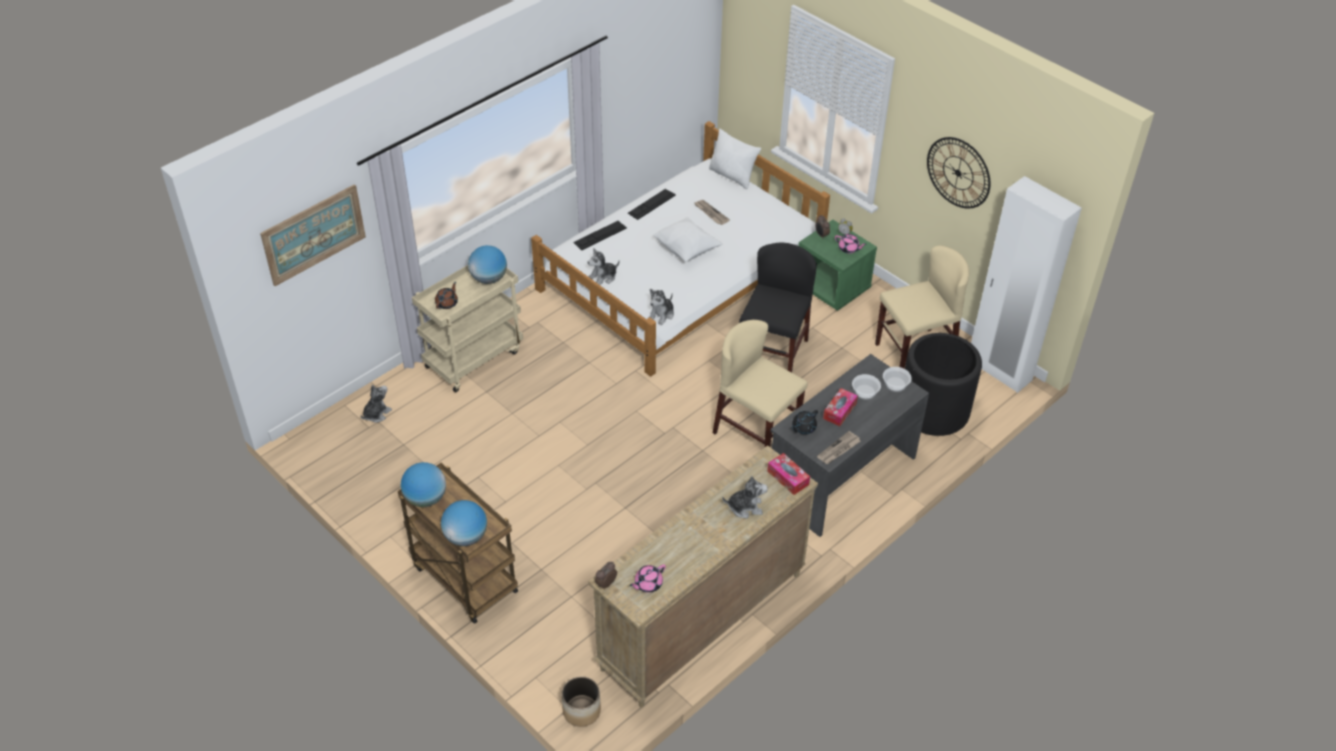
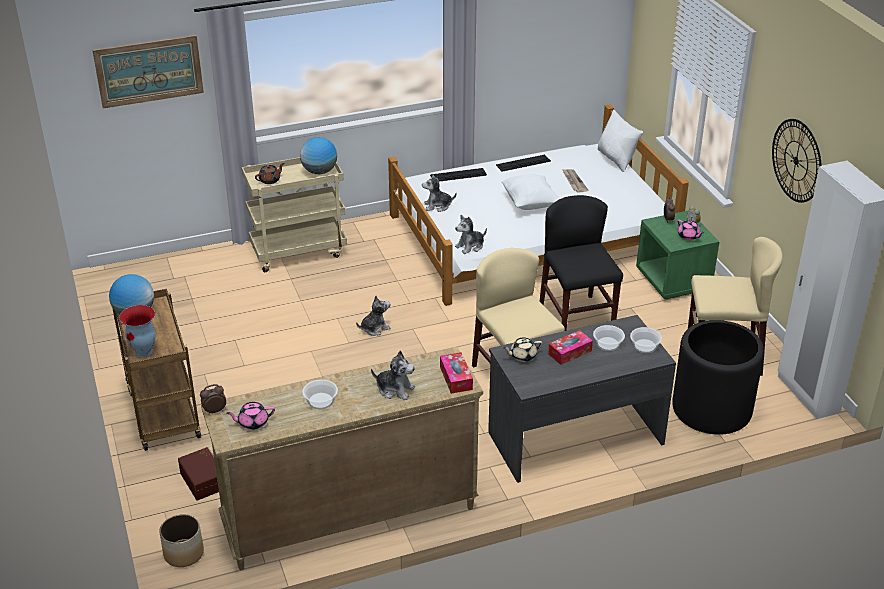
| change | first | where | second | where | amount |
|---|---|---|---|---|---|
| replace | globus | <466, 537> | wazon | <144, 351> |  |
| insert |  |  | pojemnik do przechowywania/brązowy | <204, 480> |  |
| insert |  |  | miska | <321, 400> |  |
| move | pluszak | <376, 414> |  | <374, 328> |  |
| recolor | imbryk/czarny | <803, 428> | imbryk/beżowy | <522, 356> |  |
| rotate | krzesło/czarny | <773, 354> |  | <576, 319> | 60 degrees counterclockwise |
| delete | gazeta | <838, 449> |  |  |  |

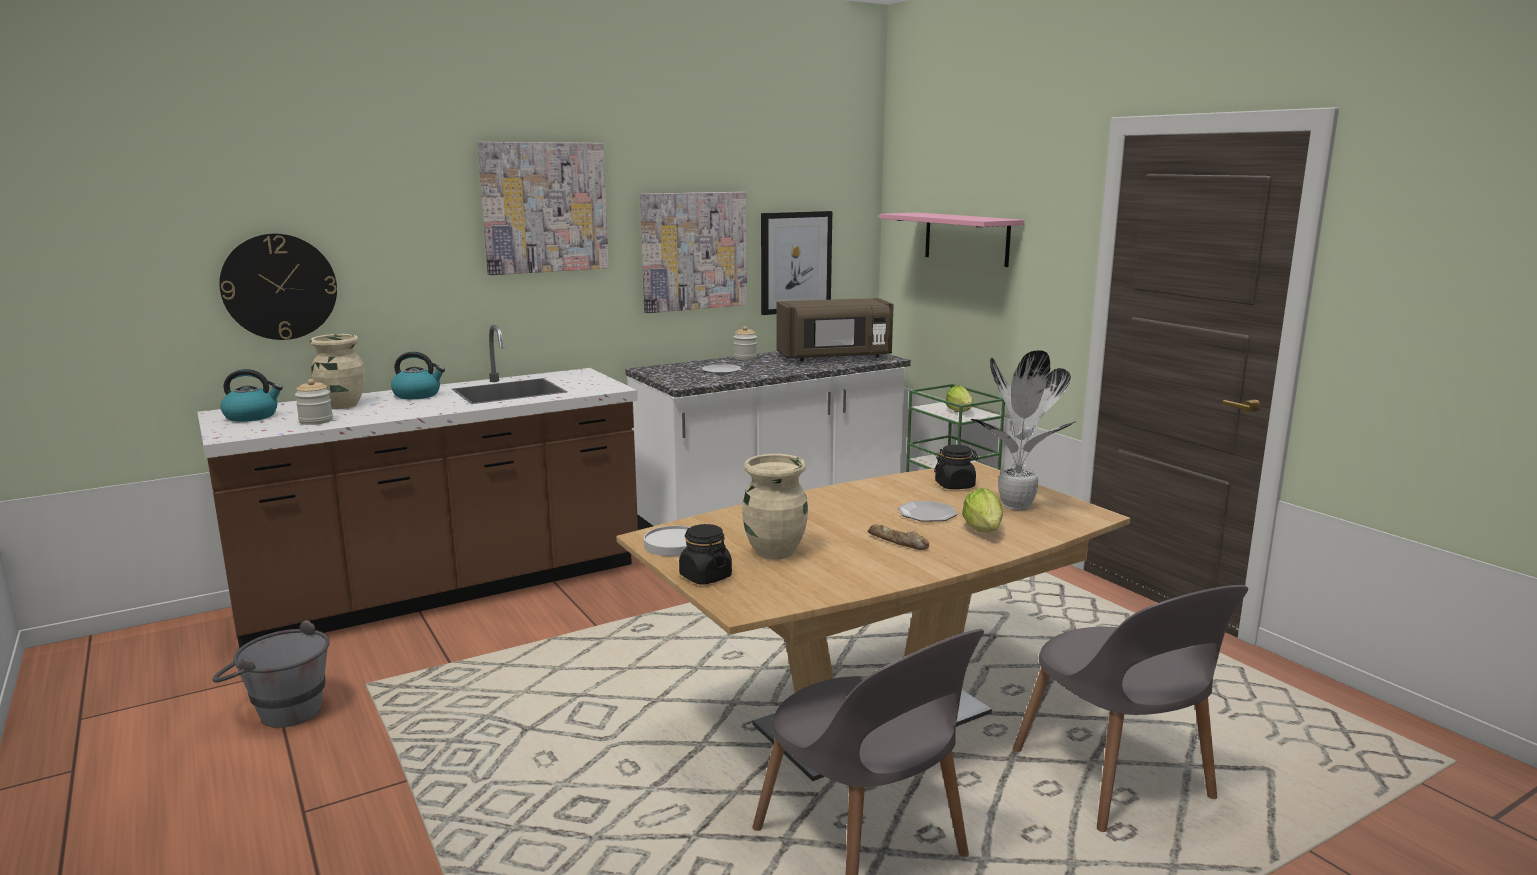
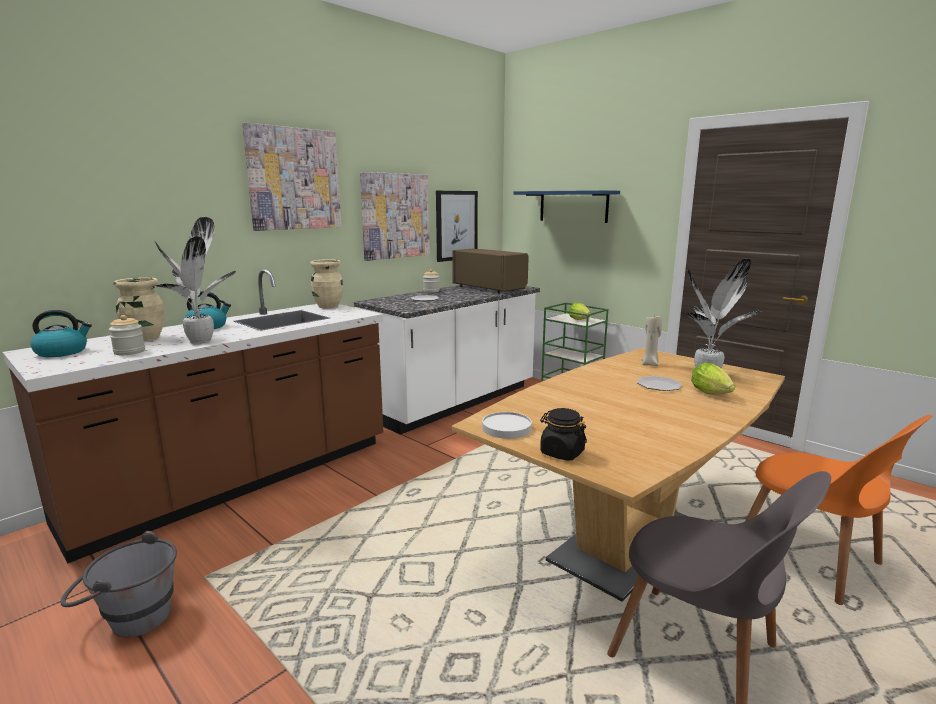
| change | first | where | second | where | amount |
|---|---|---|---|---|---|
| insert |  |  | roślina doniczkowa | <202, 340> |  |
| move | wazon/beżowy | <775, 551> |  | <328, 306> |  |
| rotate | mikrofalówka/brązowy | <835, 357> |  | <490, 288> | 105 degrees counterclockwise |
| recolor | półka/różowy | <966, 238> | półka/niebieski | <573, 206> |  |
| replace | słoik/czarny | <955, 485> | świeca/beżowy | <650, 364> |  |
| recolor | krzesło/szary | <1115, 779> | krzesło/pomarańczowy | <812, 560> |  |
| delete | zegar ścienny | <279, 287> |  |  |  |
| delete | chleb | <898, 542> |  |  |  |

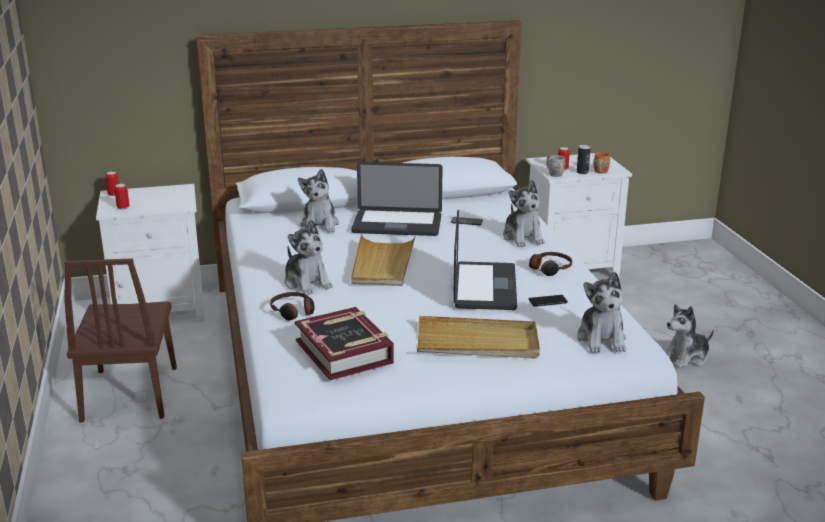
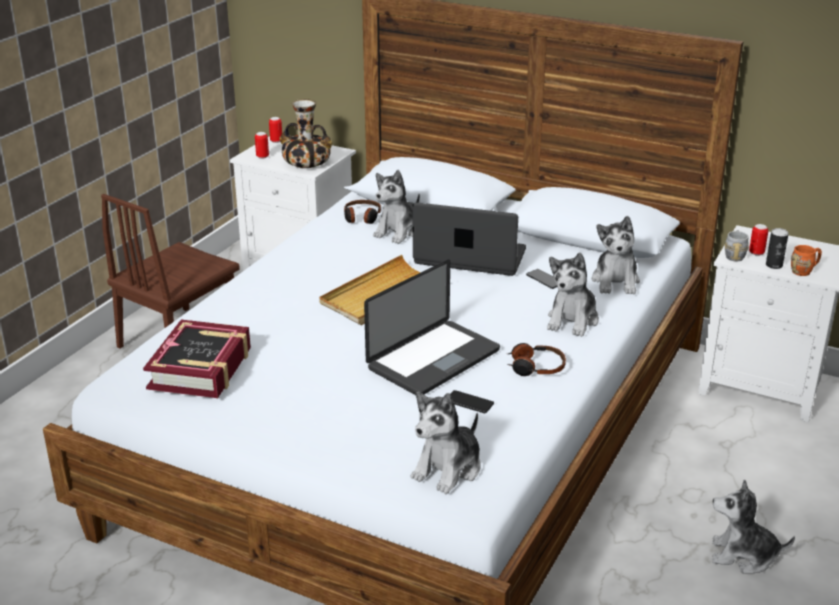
| change | first | where | second | where | amount |
|---|---|---|---|---|---|
| insert |  |  | wazon | <306, 163> |  |
| move | słuchawki | <293, 312> |  | <362, 218> |  |
| rotate | laptop | <397, 224> |  | <470, 257> | 150 degrees clockwise |
| move | pluszak | <307, 283> |  | <616, 281> |  |
| delete | taca/beżowy | <477, 343> |  |  |  |

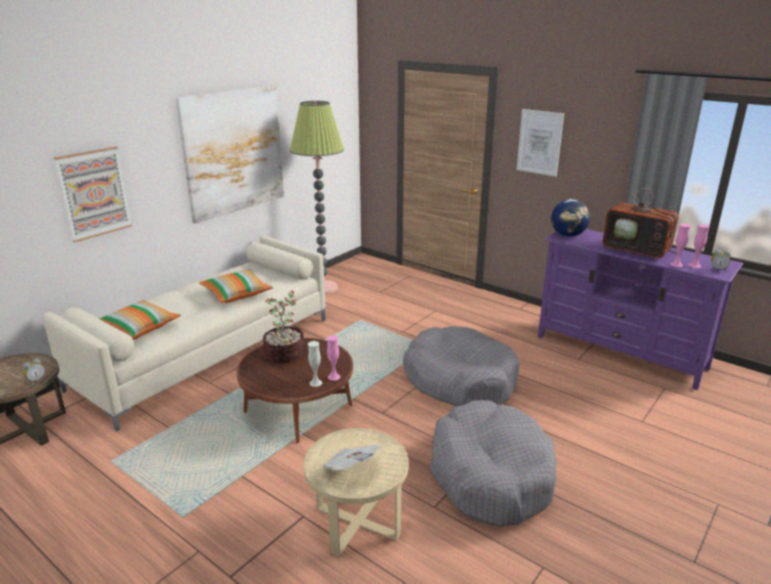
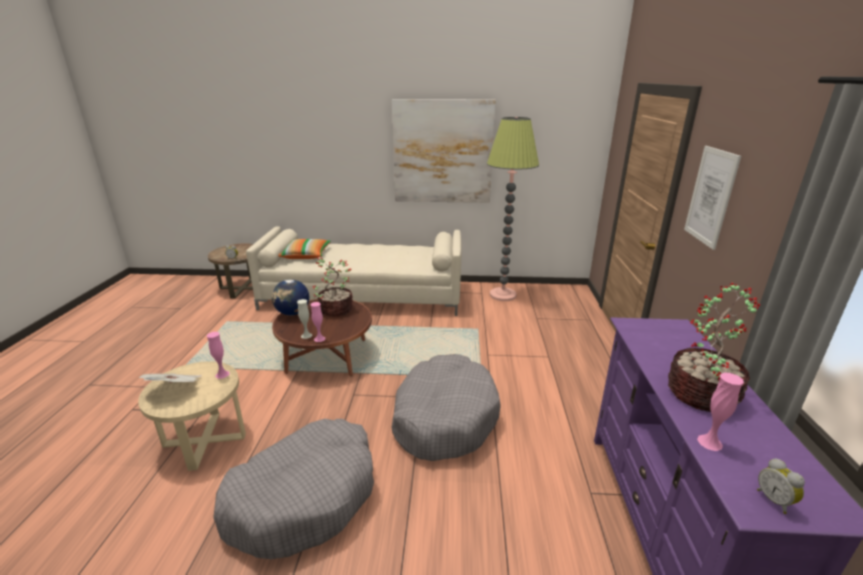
| change | first | where | second | where | amount |
|---|---|---|---|---|---|
| move | wazon/różowy | <694, 265> |  | <222, 374> |  |
| move | globus | <568, 235> |  | <292, 313> |  |
| replace | telewizor | <638, 250> | roślina doniczkowa | <701, 393> |  |
| delete | obraz | <94, 193> |  |  |  |
| delete | poduszka | <237, 294> |  |  |  |

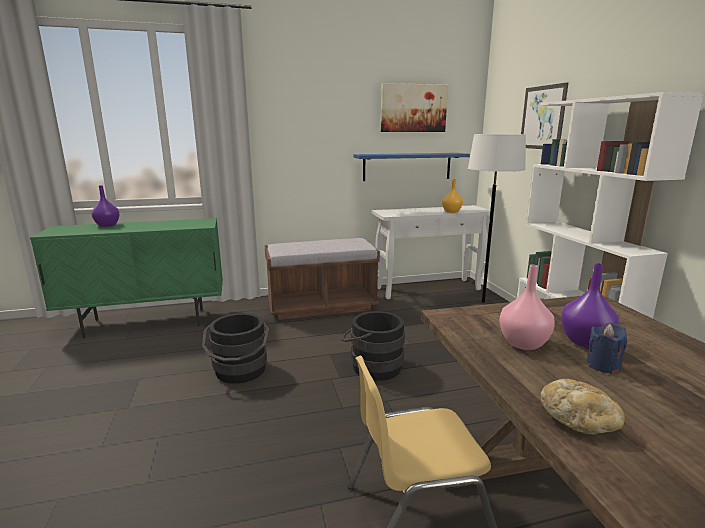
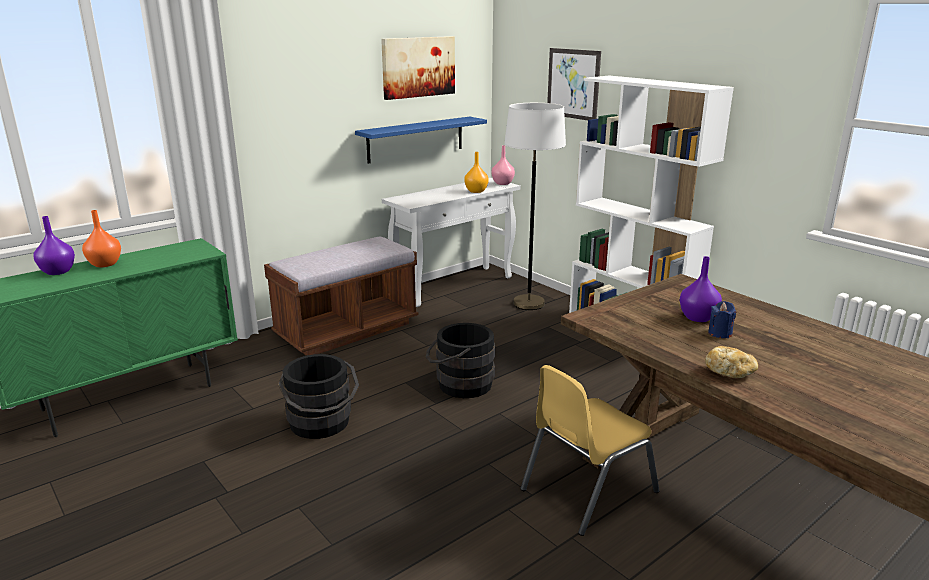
| change | first | where | second | where | amount |
|---|---|---|---|---|---|
| insert |  |  | wazon/pomarańczowy | <105, 264> |  |
| move | wazon/różowy | <523, 343> |  | <502, 183> |  |

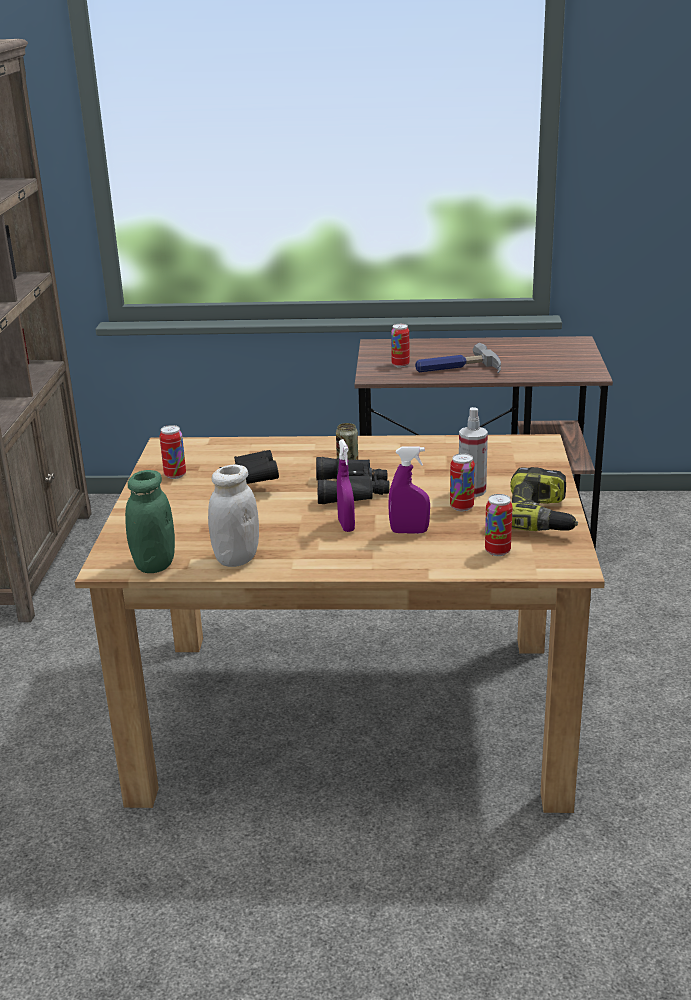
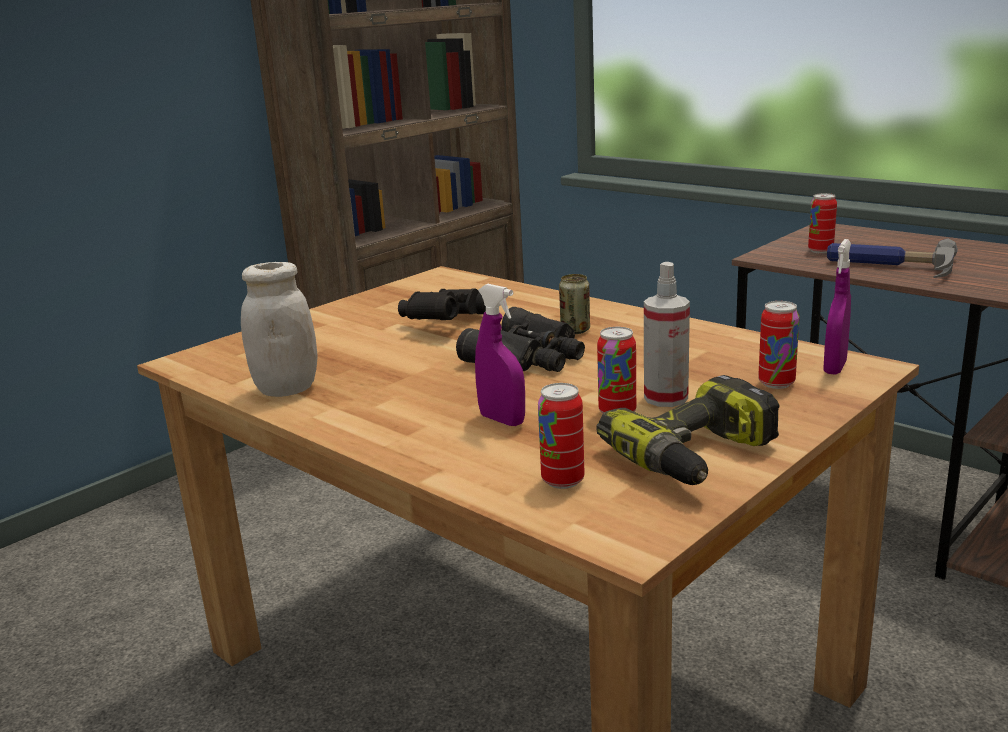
| change | first | where | second | where | amount |
|---|---|---|---|---|---|
| move | puszka | <175, 475> |  | <776, 383> |  |
| move | spryskiwacz/fioletowy | <346, 525> |  | <835, 368> |  |
| delete | słoik/zielony | <154, 564> |  |  |  |

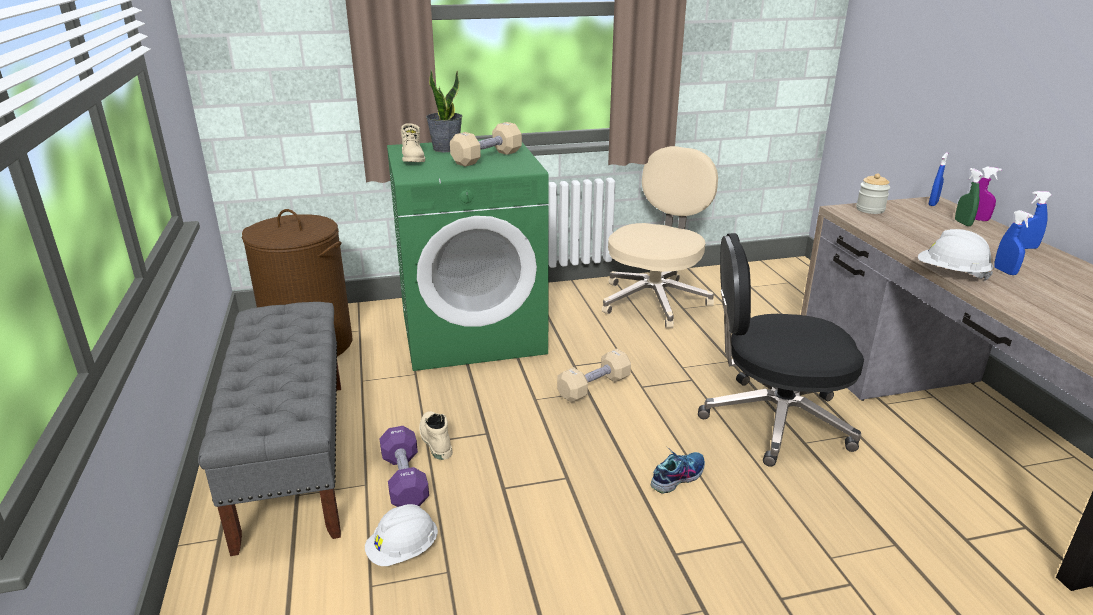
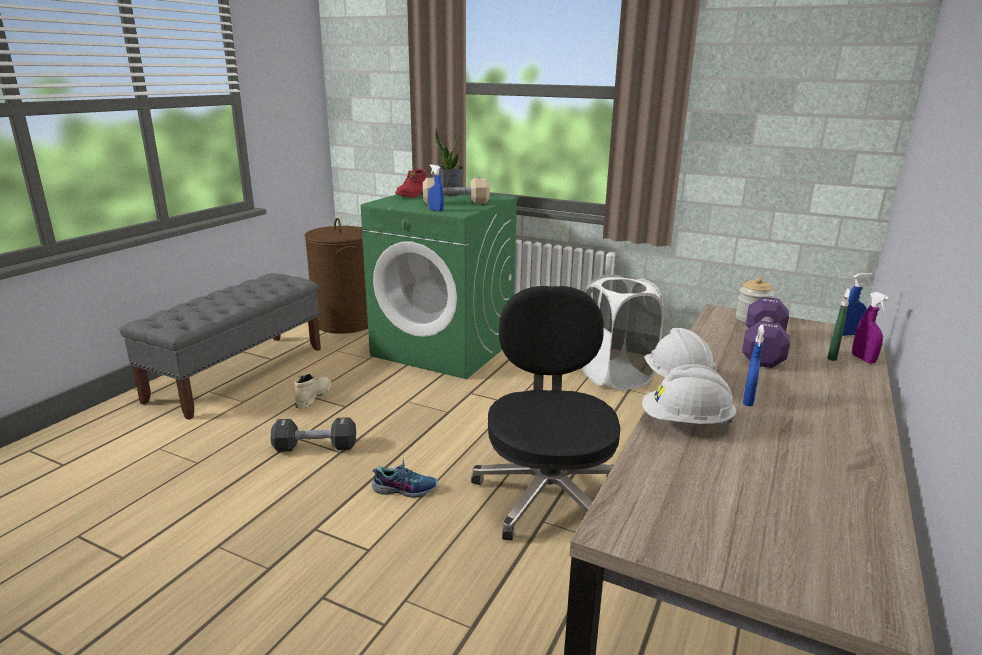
| change | first | where | second | where | amount |
|---|---|---|---|---|---|
| insert |  |  | hantel/czarny | <315, 447> |  |
| recolor | but z cholewką/beżowy | <413, 159> | but z cholewką/czerwony | <412, 195> |  |
| move | spryskiwacz/niebieski | <1025, 248> |  | <436, 210> |  |
| rotate | krzesło biurowe/czarny | <773, 420> |  | <548, 494> | 45 degrees clockwise |
| replace | krzesło biurowe/beżowy | <655, 300> | kosz na pranie/biały | <615, 376> |  |
| move | kask/biały | <403, 551> |  | <686, 423> |  |
| move | hantel/fioletowy | <404, 480> |  | <763, 348> |  |
| delete | hantel/beżowy | <594, 387> |  |  |  |

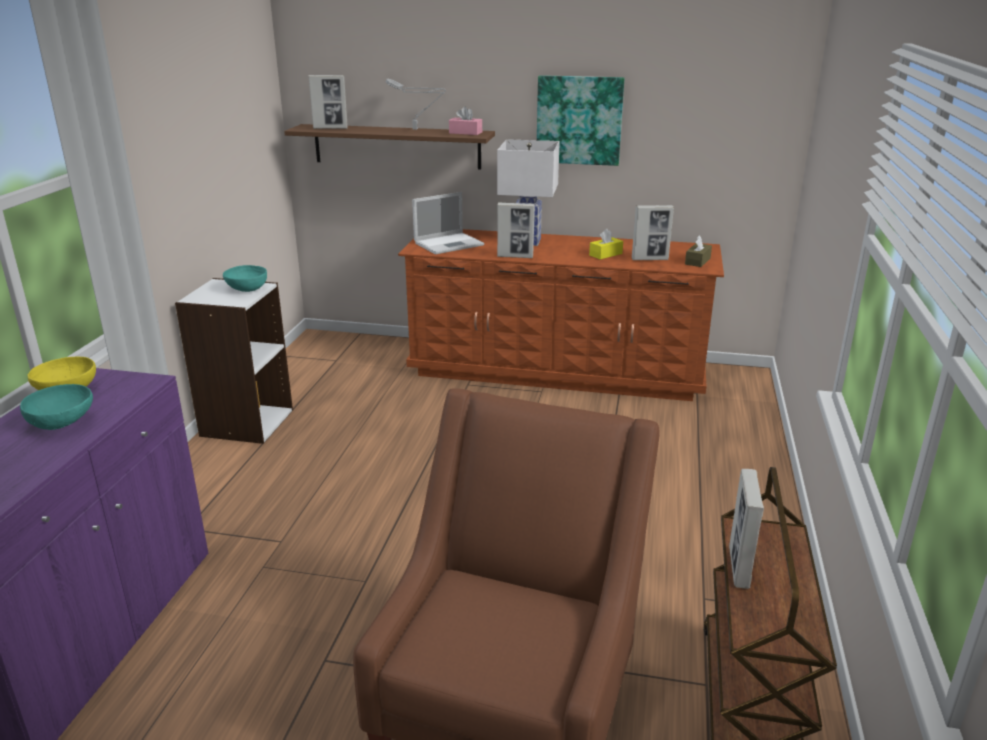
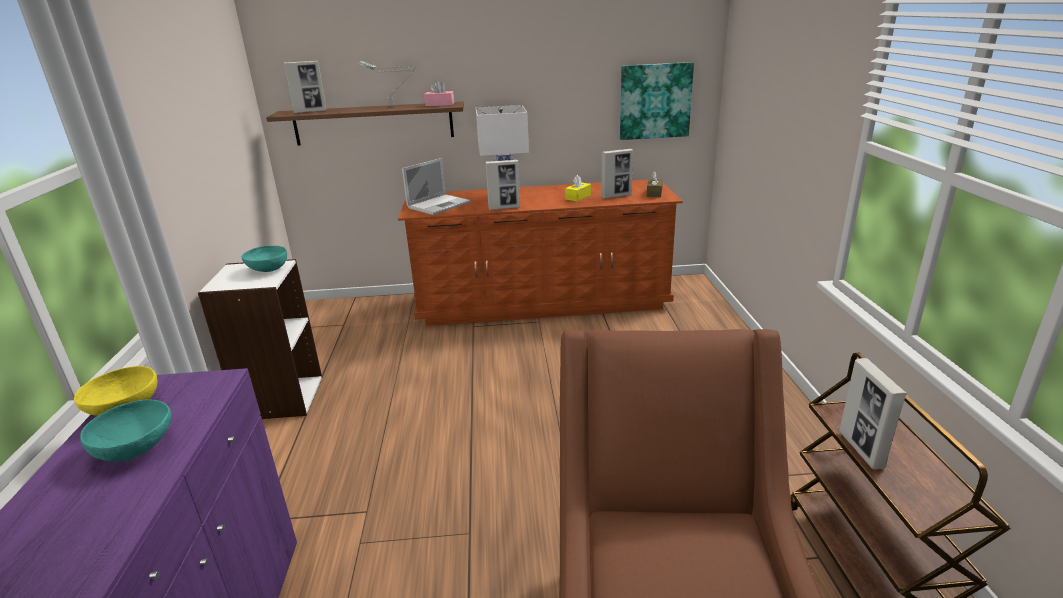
| change | first | where | second | where | amount |
|---|---|---|---|---|---|
| move | obraz | <579, 120> |  | <655, 101> |  |

